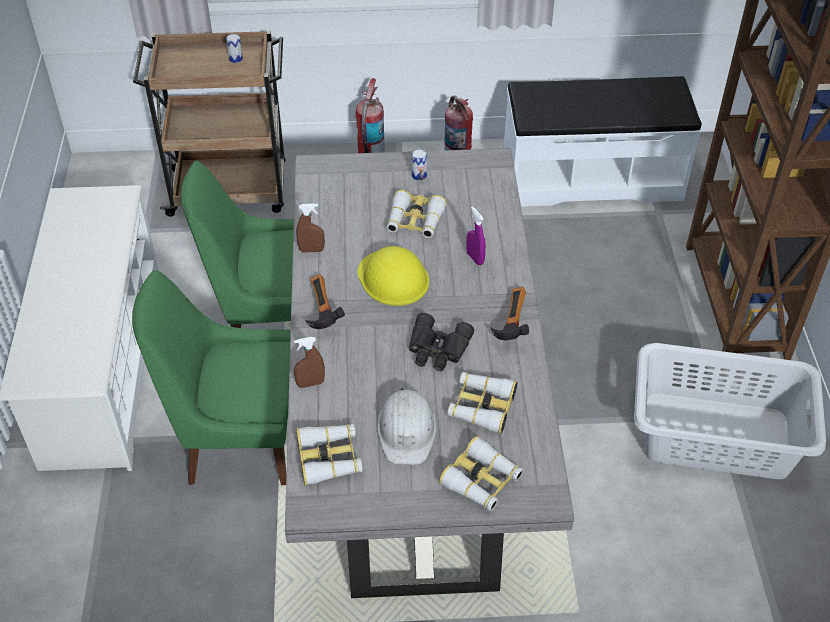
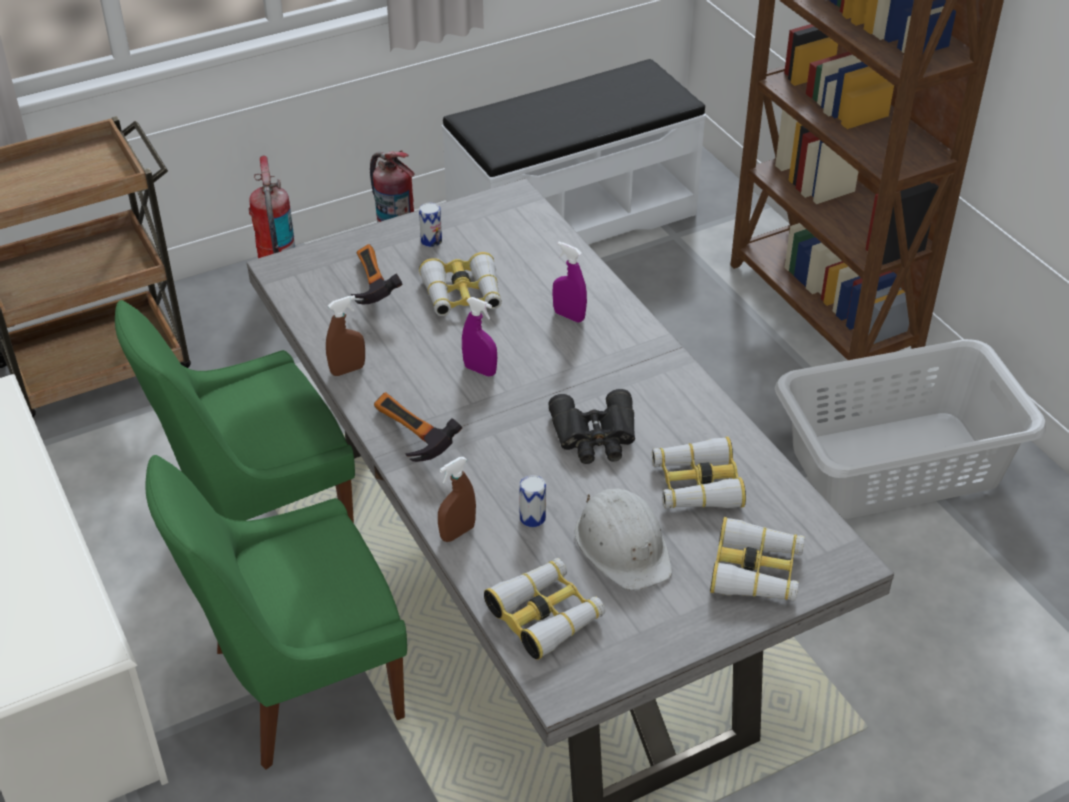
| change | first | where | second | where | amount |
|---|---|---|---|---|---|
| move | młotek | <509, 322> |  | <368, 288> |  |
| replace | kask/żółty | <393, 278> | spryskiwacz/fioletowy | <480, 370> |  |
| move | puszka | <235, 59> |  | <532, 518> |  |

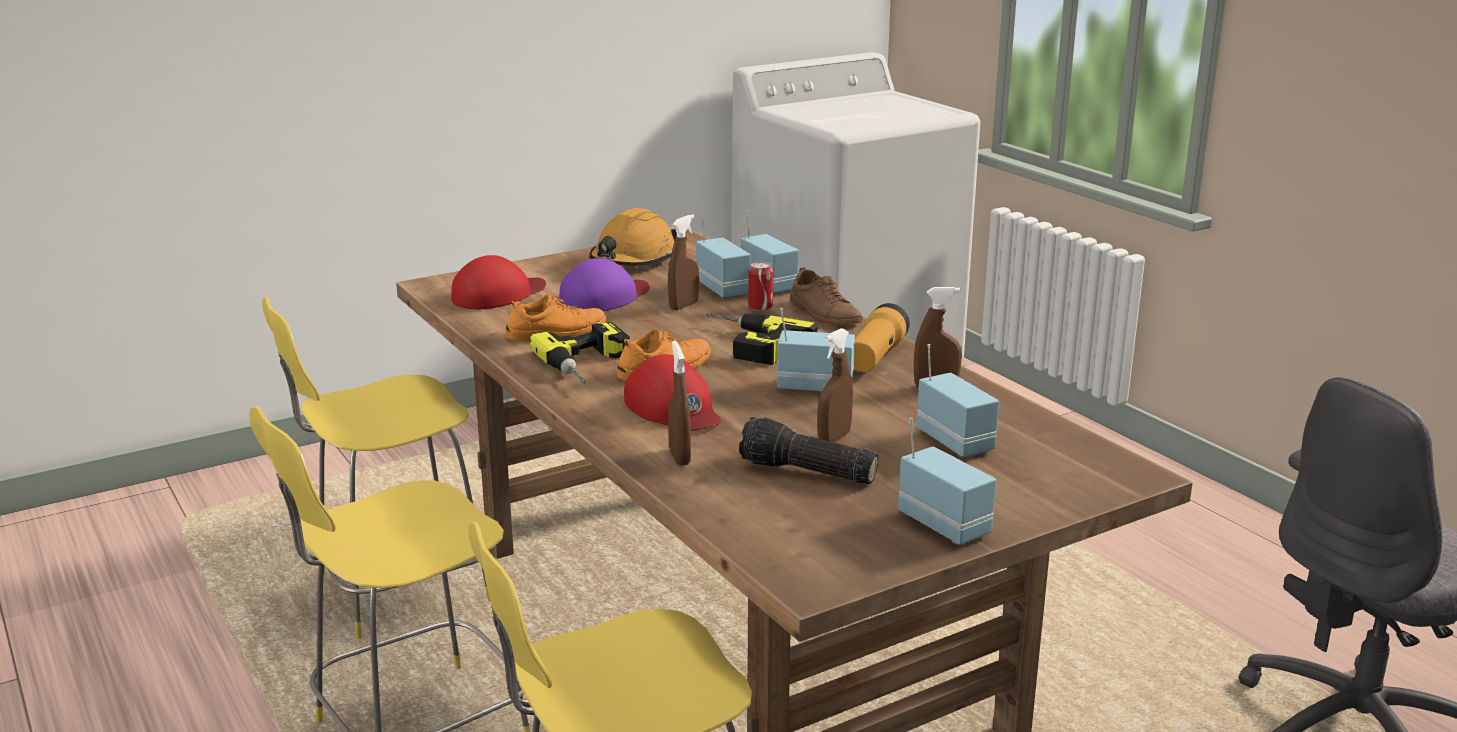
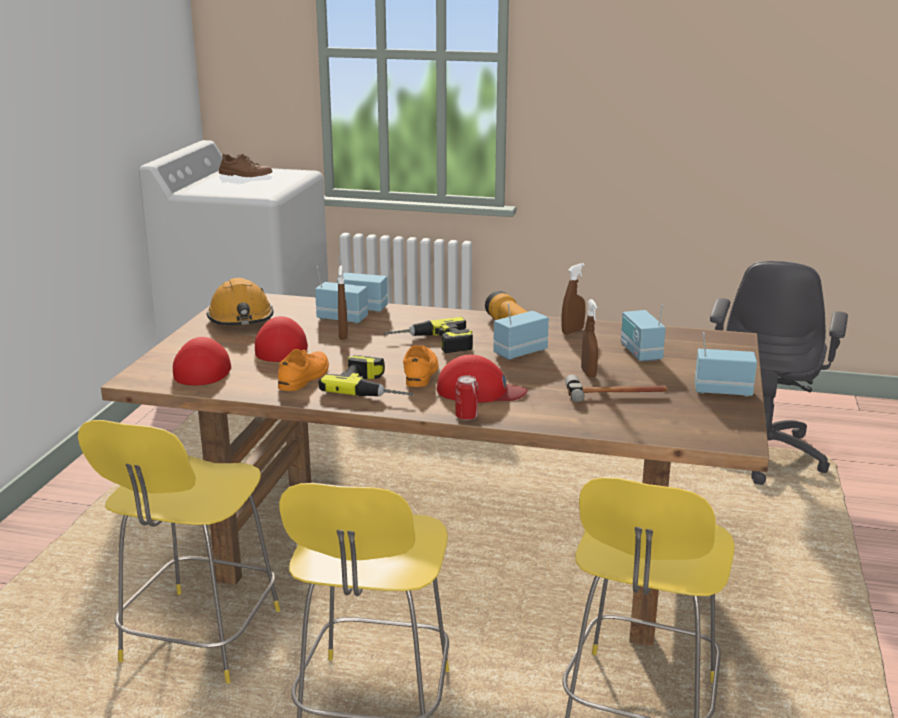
| change | first | where | second | where | amount |
|---|---|---|---|---|---|
| move | but/brązowy | <824, 313> |  | <245, 175> |  |
| recolor | czapka z daszkiem/fioletowy | <604, 297> | czapka z daszkiem/czerwony | <282, 347> |  |
| move | puszka | <760, 307> |  | <466, 416> |  |
| replace | latarka | <806, 472> | młotek | <616, 394> |  |
| rotate | radio | <955, 441> |  | <640, 353> | 120 degrees counterclockwise |
| delete | spryskiwacz/brązowy | <679, 457> |  |  |  |

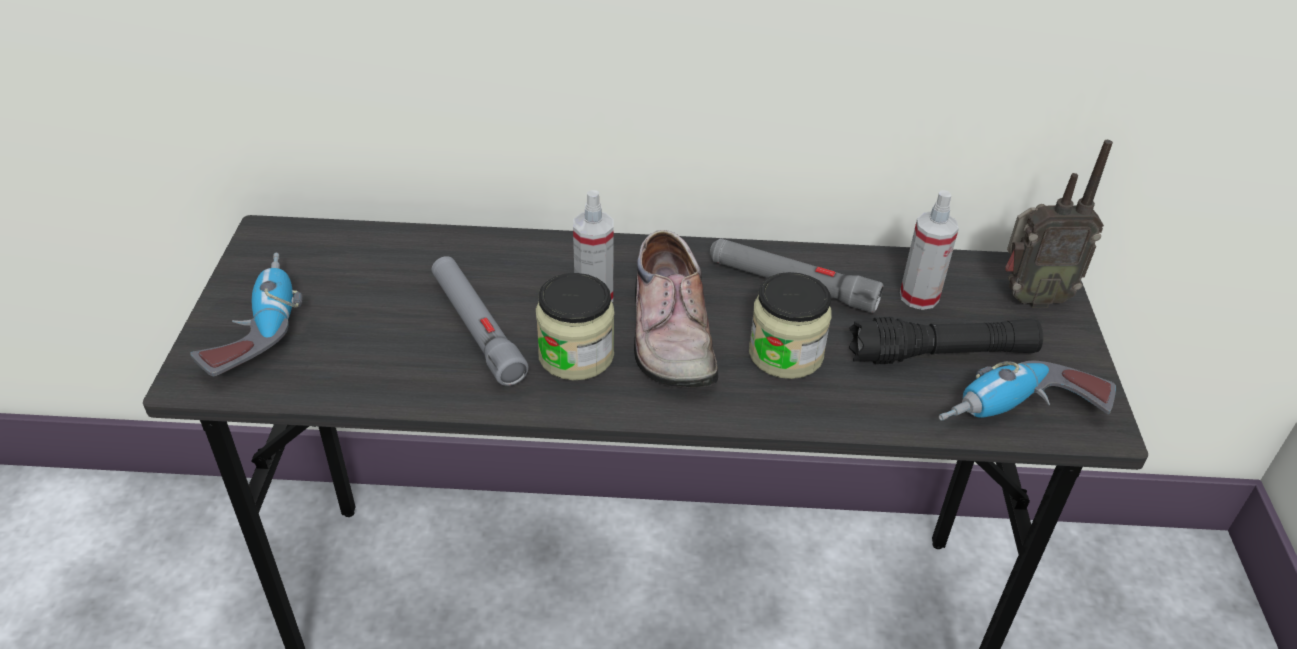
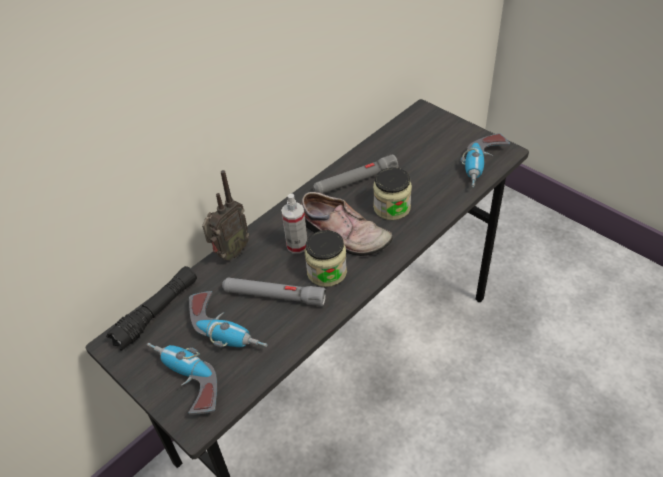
| change | first | where | second | where | amount |
|---|---|---|---|---|---|
| move | latarka/czarny | <942, 354> |  | <157, 313> |  |
| insert |  |  | wiertarka | <228, 329> |  |
| move | radio | <1030, 297> |  | <230, 253> |  |
| delete | spryskiwacz | <919, 296> |  |  |  |

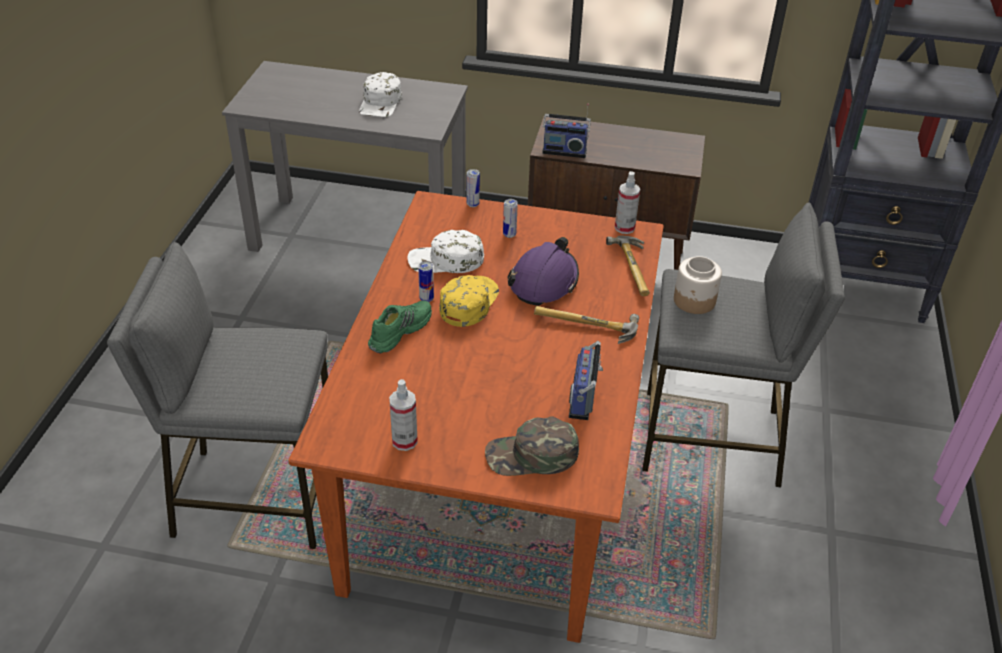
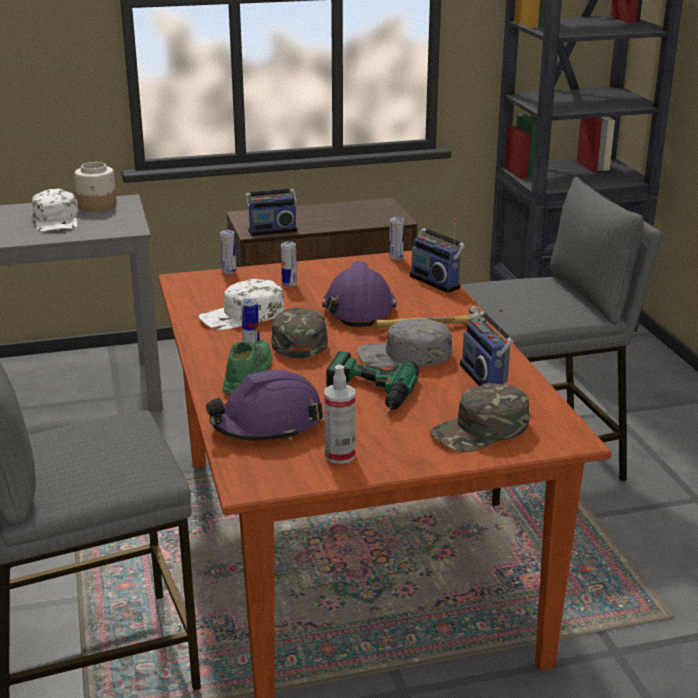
| change | first | where | second | where | amount |
|---|---|---|---|---|---|
| move | słoik | <694, 301> |  | <97, 205> |  |
| insert |  |  | kask/fioletowy | <267, 424> |  |
| recolor | czapka z daszkiem/żółty | <468, 302> | czapka z daszkiem/zielony | <298, 339> |  |
| insert |  |  | wiertarka | <366, 396> |  |
| insert |  |  | czapka z daszkiem/szary | <404, 355> |  |
| replace | spryskiwacz | <624, 228> | puszka | <396, 258> |  |
| replace | młotek | <636, 269> | radio | <436, 281> |  |

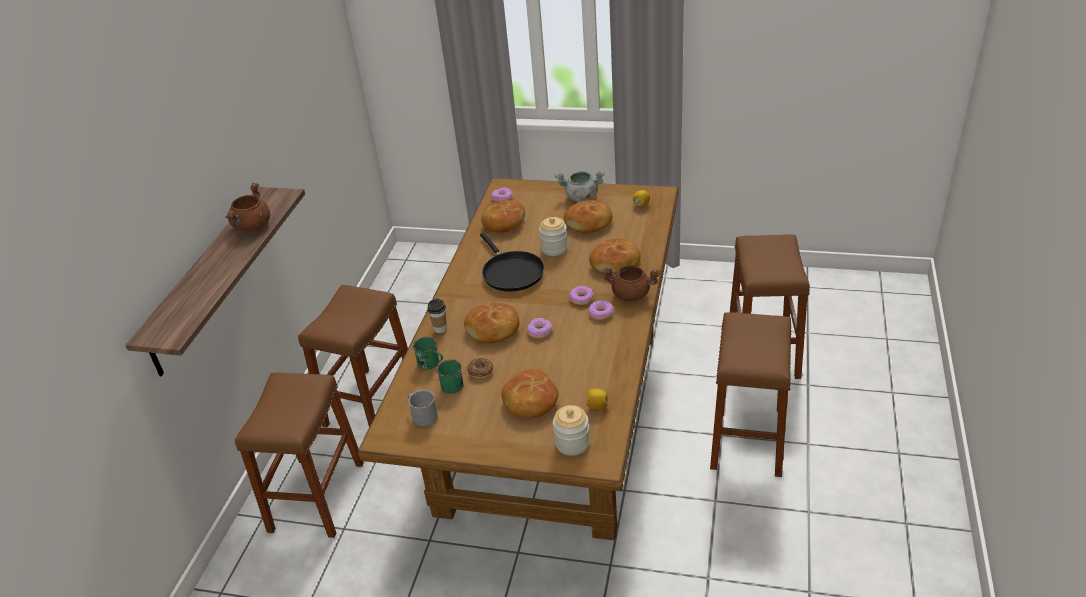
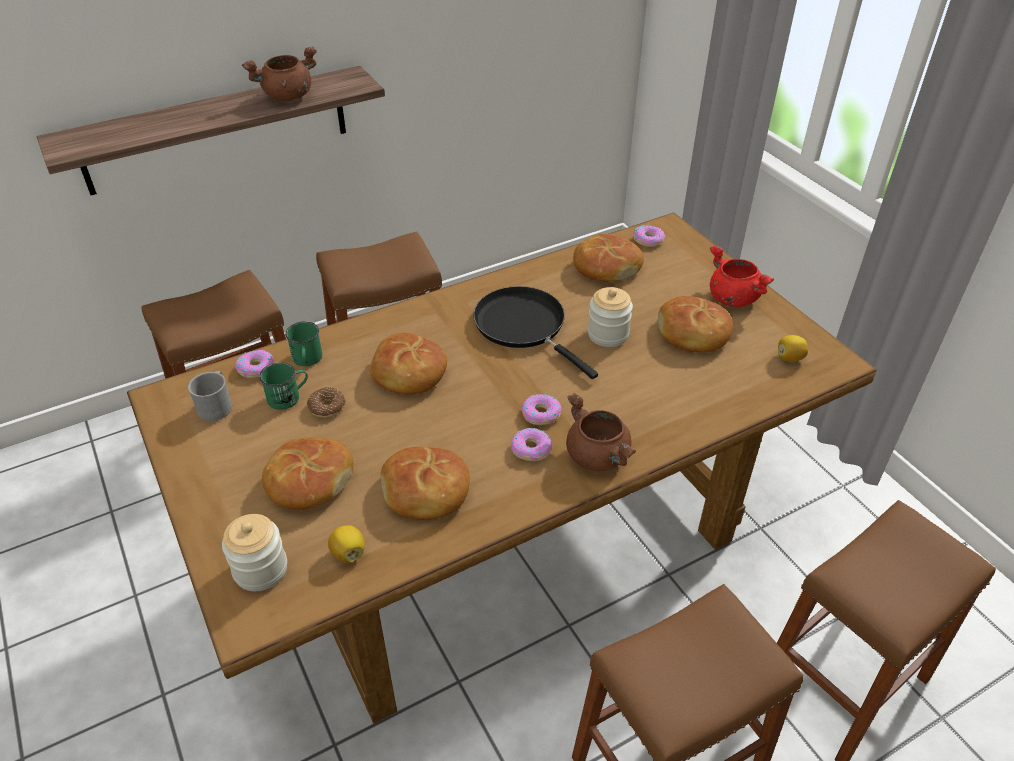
| change | first | where | second | where | amount |
|---|---|---|---|---|---|
| move | donut | <539, 331> |  | <256, 368> |  |
| move | chleb | <616, 263> |  | <426, 492> |  |
| rotate | patelnia/czarny | <511, 272> |  | <524, 326> | 120 degrees clockwise |
| recolor | garnek/szary | <581, 197> | garnek/czerwony | <732, 298> |  |
| delete | filiżanka | <440, 329> |  |  |  |

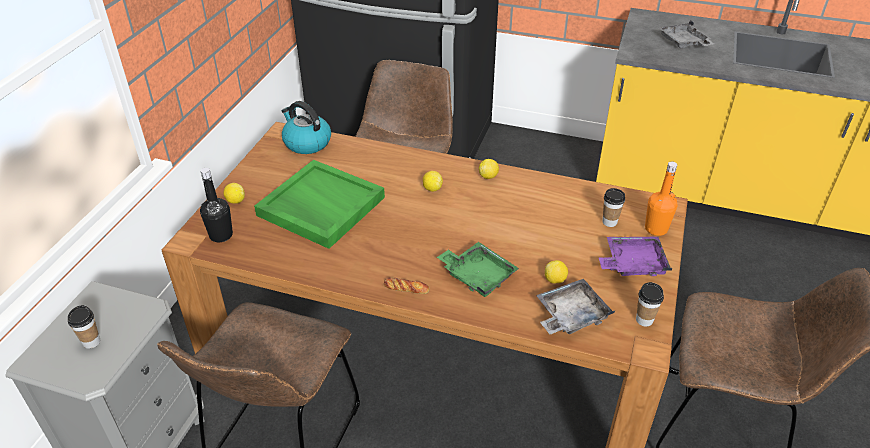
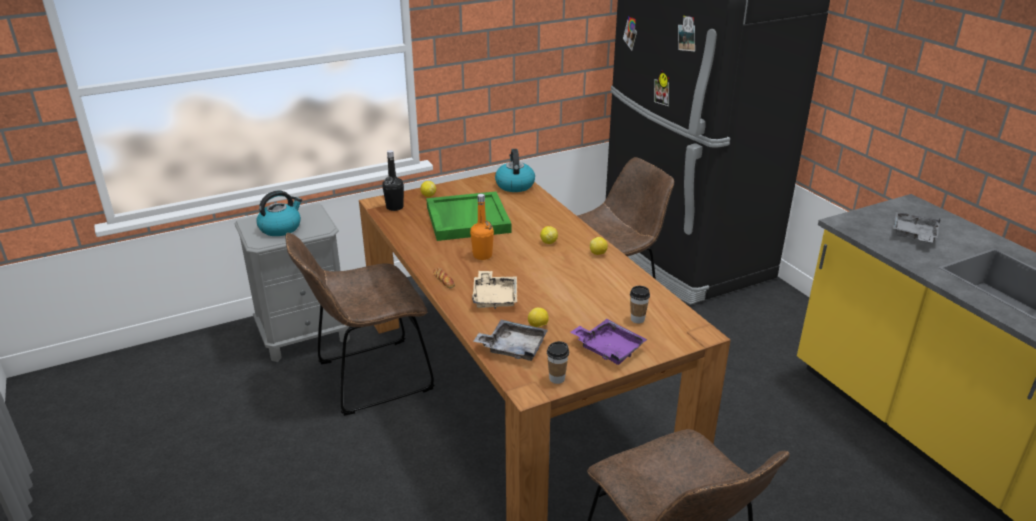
| change | first | where | second | where | amount |
|---|---|---|---|---|---|
| replace | filiżanka | <91, 342> | czajnik | <281, 228> |  |
| move | butelka/pomarańczowy | <656, 229> |  | <482, 255> |  |
| recolor | taca/zielony | <477, 275> | taca/beżowy | <494, 297> |  |

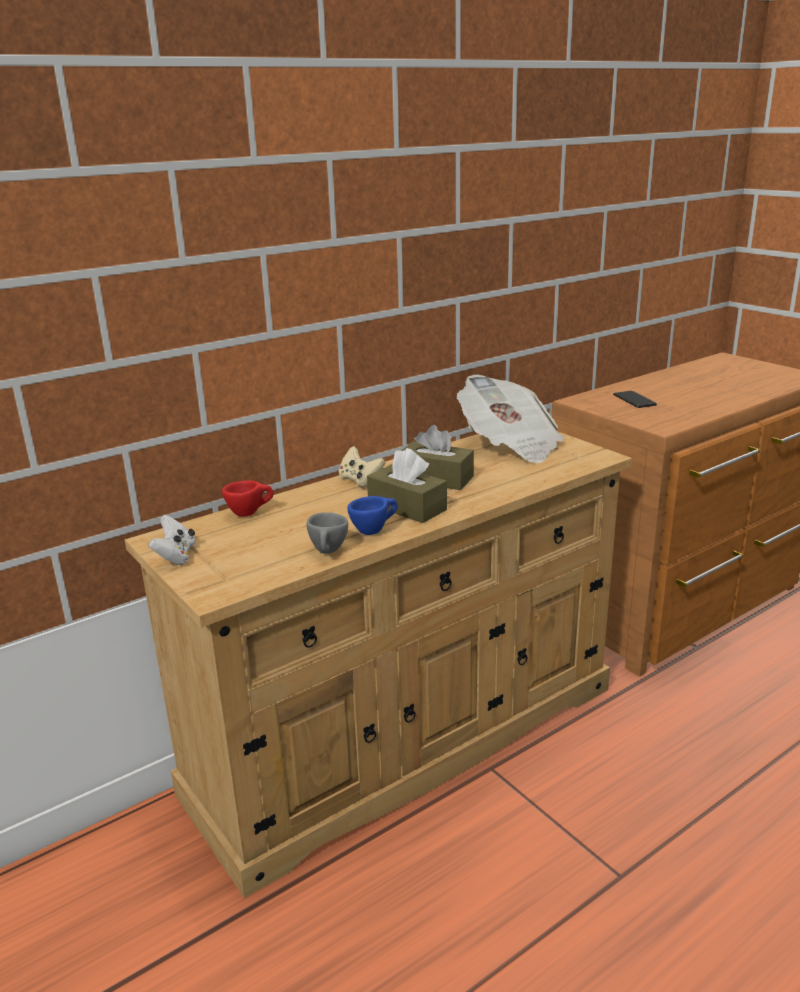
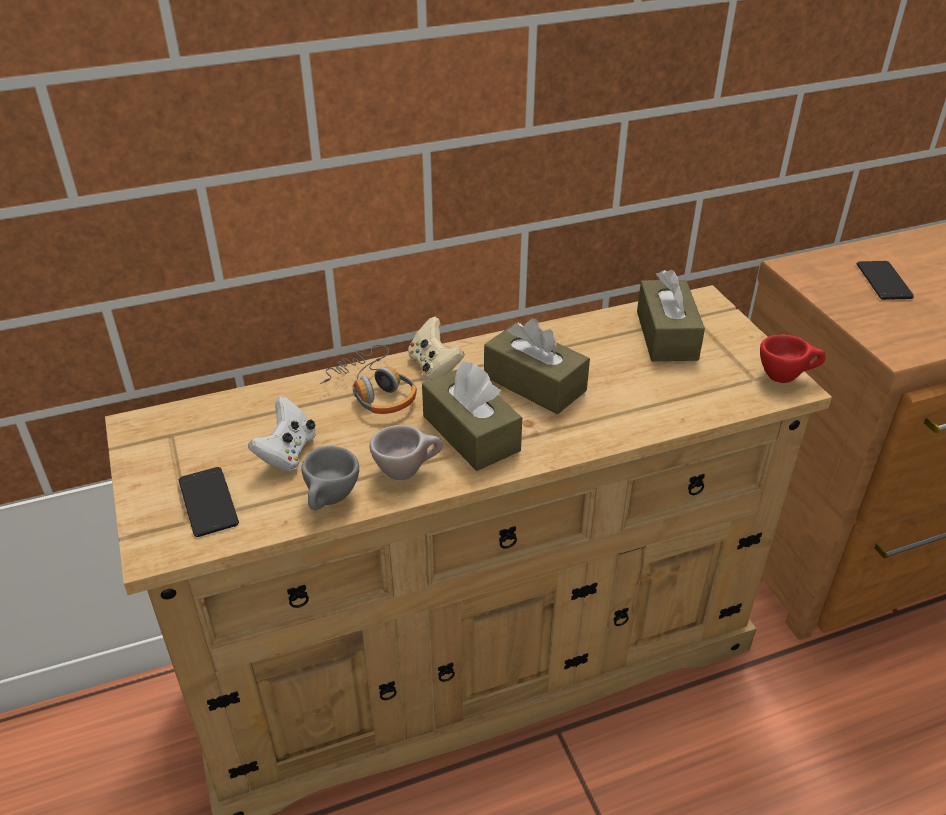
| change | first | where | second | where | amount |
|---|---|---|---|---|---|
| insert |  |  | telefon | <208, 502> |  |
| move | pad do gier/biały | <176, 556> |  | <287, 453> |  |
| insert |  |  | słuchawki | <374, 391> |  |
| recolor | filiżanka/niebieski | <374, 530> | filiżanka/beżowy | <407, 471> |  |
| replace | gazeta | <510, 445> | pudełko chusteczek/brązowy | <666, 335> |  |
| move | filiżanka/czerwony | <250, 513> |  | <786, 377> |  |

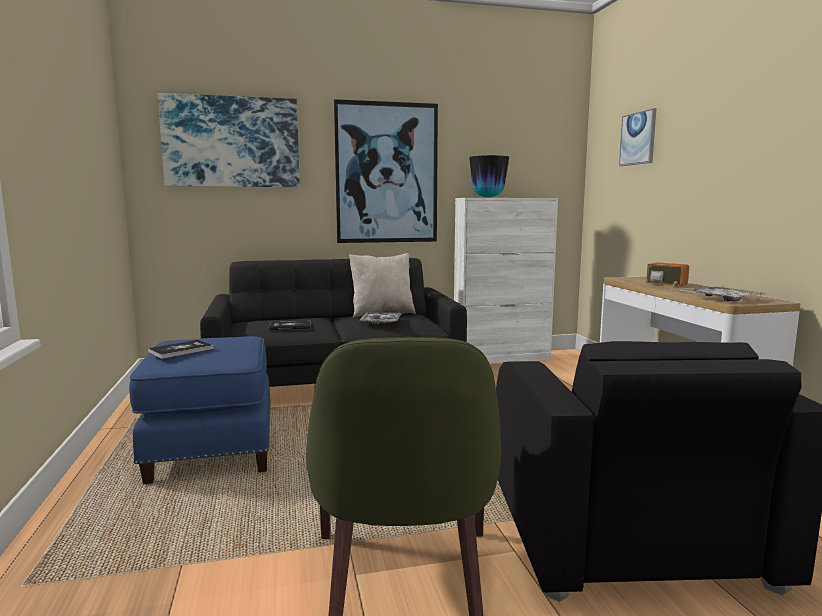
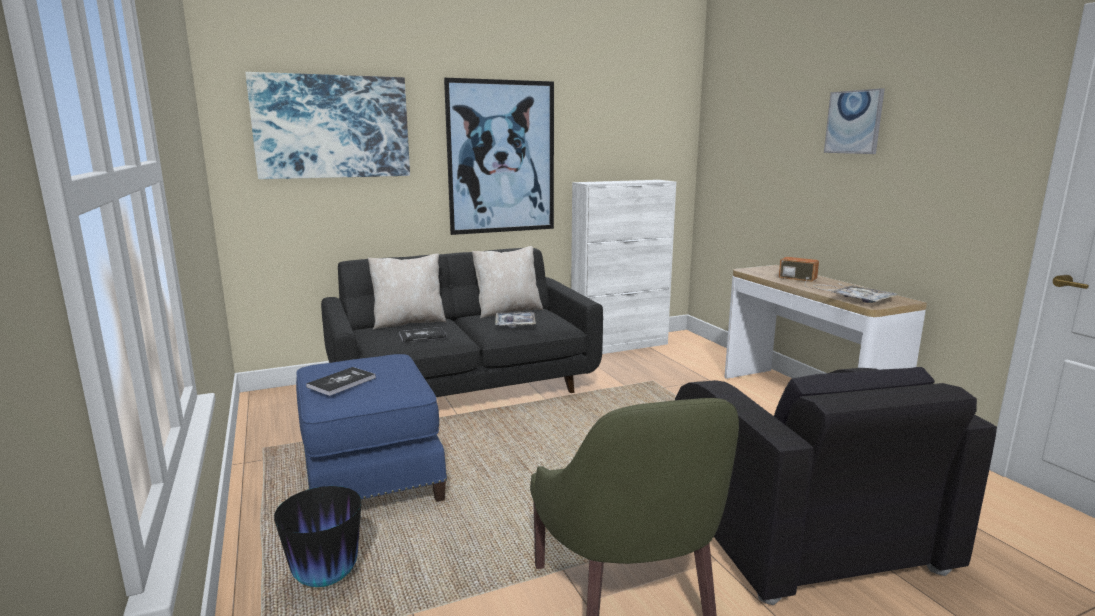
| change | first | where | second | where | amount |
|---|---|---|---|---|---|
| move | wazon | <488, 197> |  | <326, 578> |  |
| insert |  |  | poduszka/beżowy | <409, 322> |  |
| move | obraz | <638, 138> |  | <854, 122> |  |

